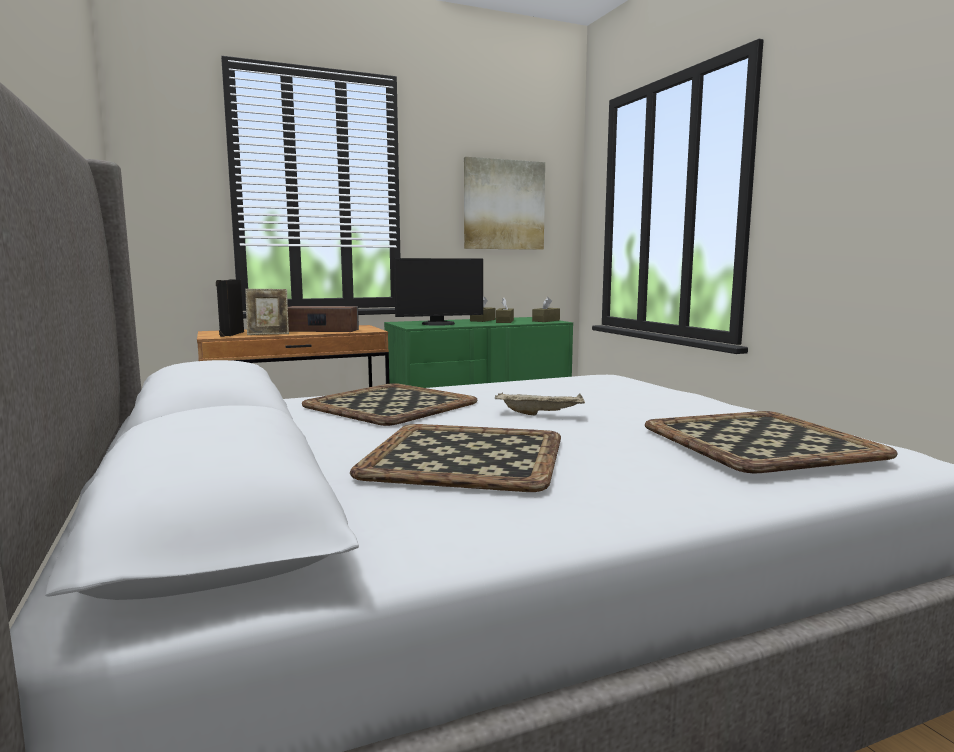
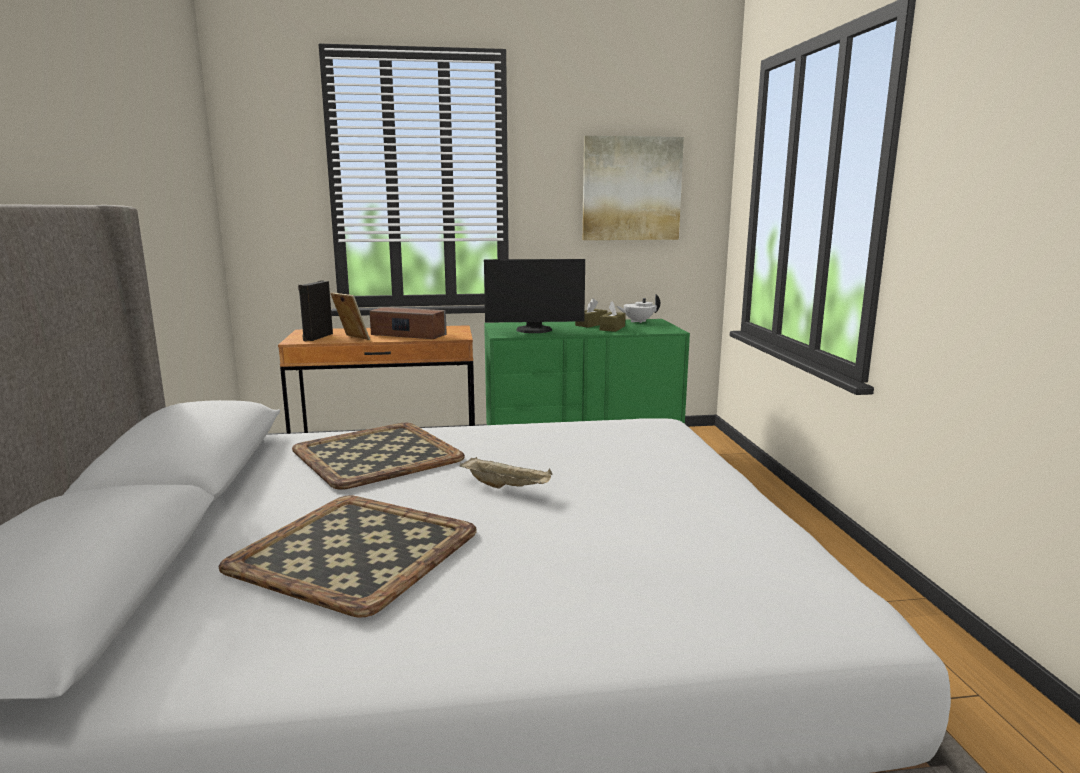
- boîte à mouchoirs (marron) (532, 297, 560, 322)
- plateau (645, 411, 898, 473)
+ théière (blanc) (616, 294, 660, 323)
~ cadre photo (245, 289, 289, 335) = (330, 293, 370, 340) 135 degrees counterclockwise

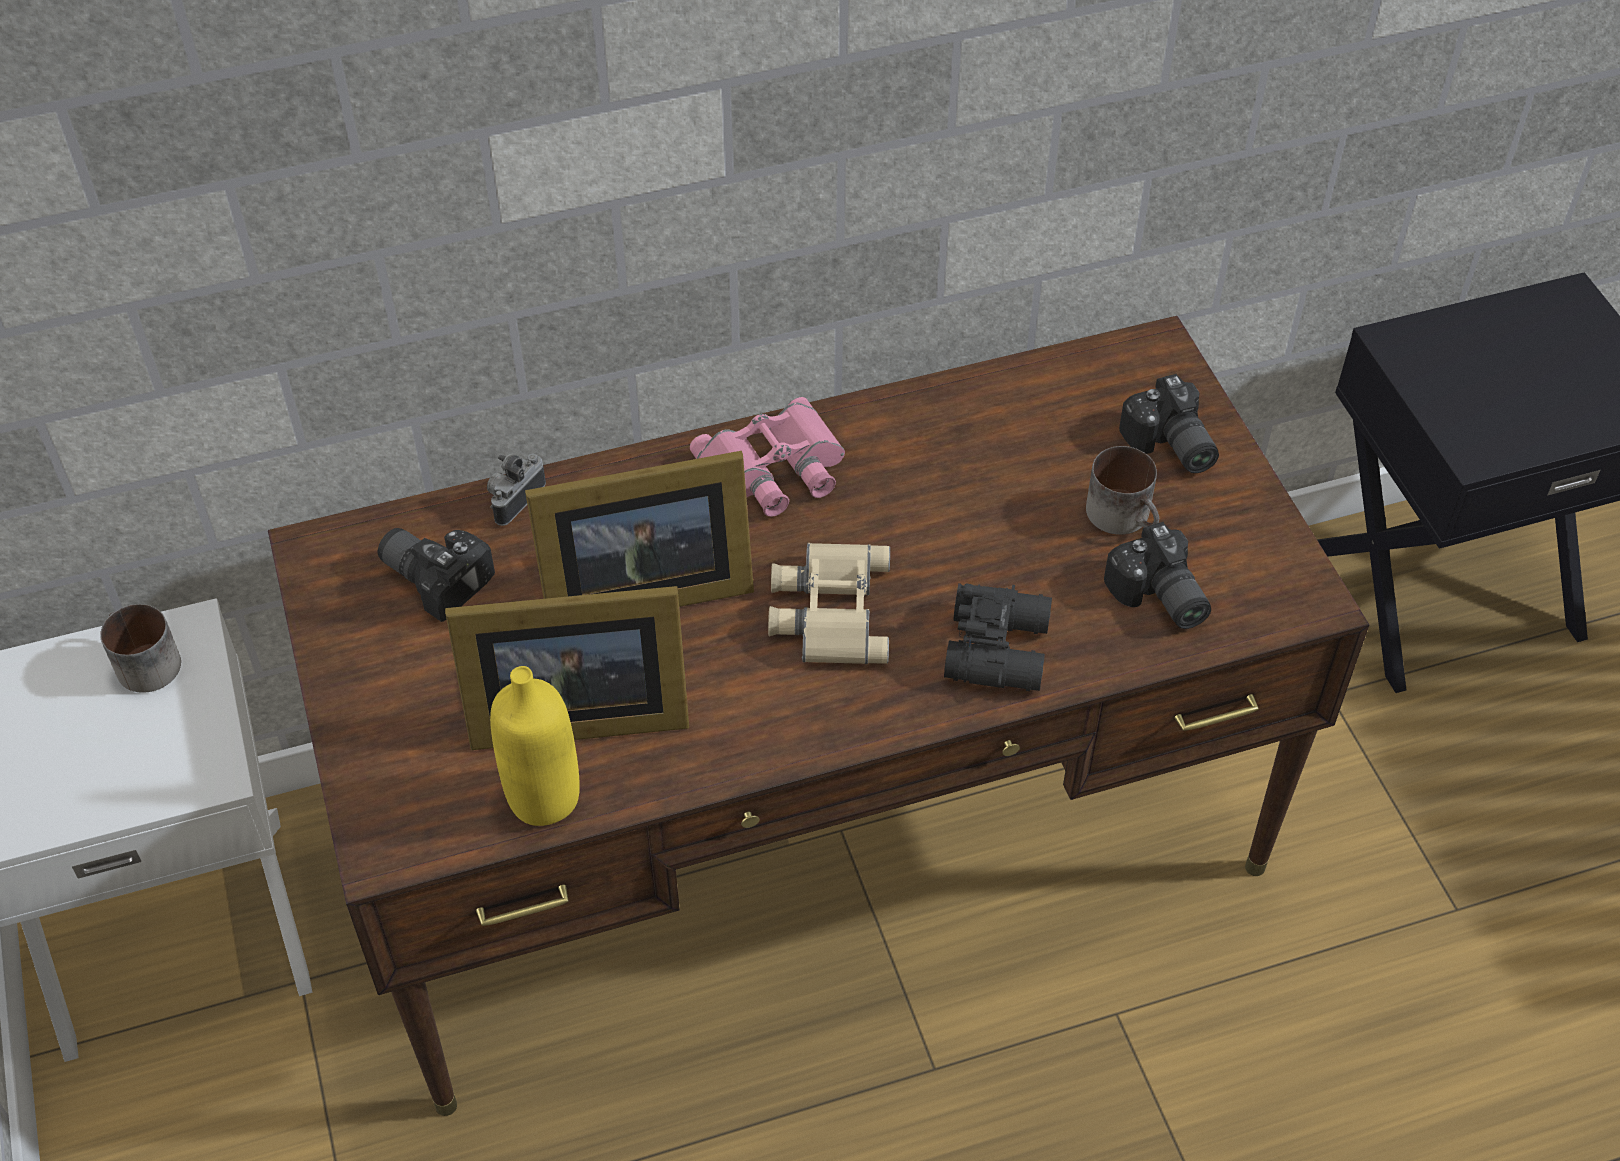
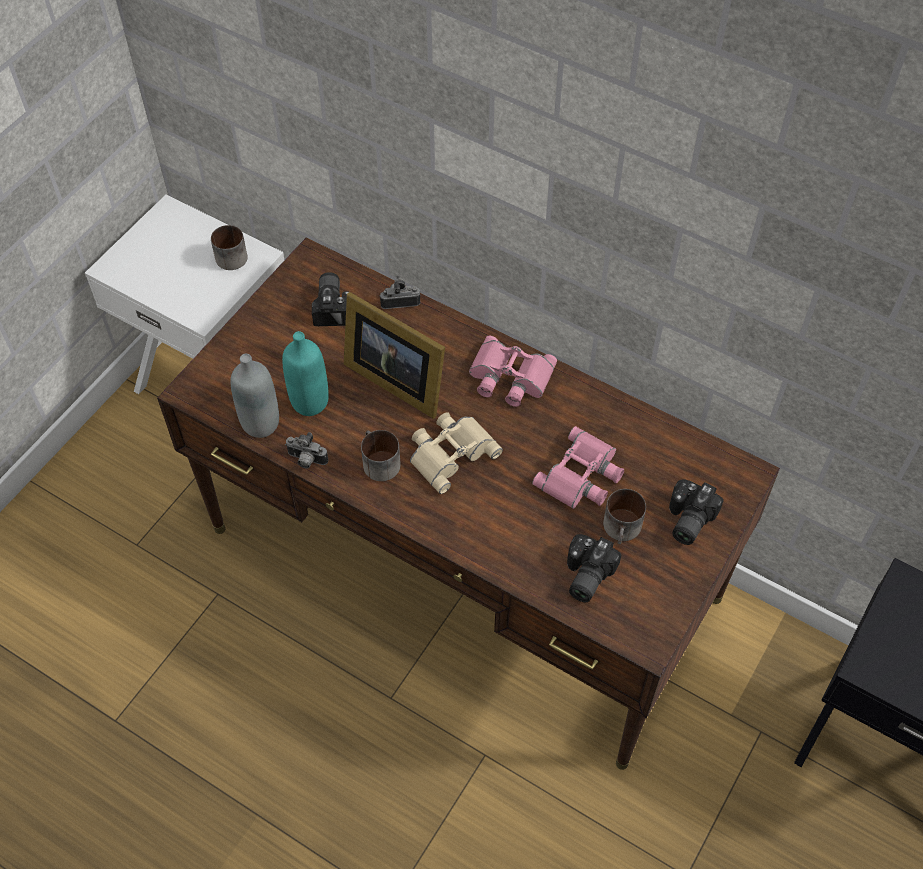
- jumelles (noir) (944, 583, 1052, 691)
+ appareil photo (285, 432, 328, 468)
+ mug (361, 430, 401, 481)
+ jumelles (rose) (532, 426, 624, 509)
~ cadre photo (445, 586, 689, 750) to bouteille (turquoise) (282, 331, 329, 416)
~ bouteille (jaune) (490, 666, 580, 826) to bouteille (gris) (231, 354, 279, 438)

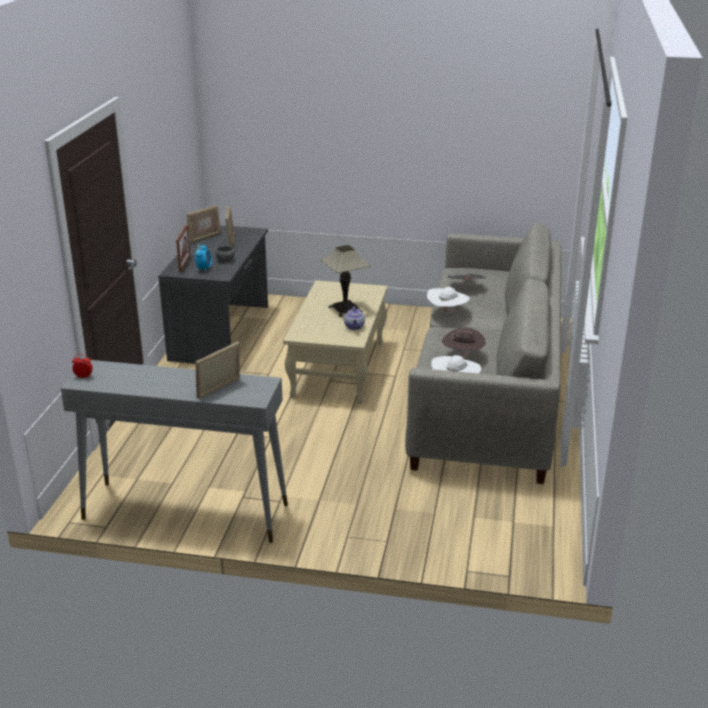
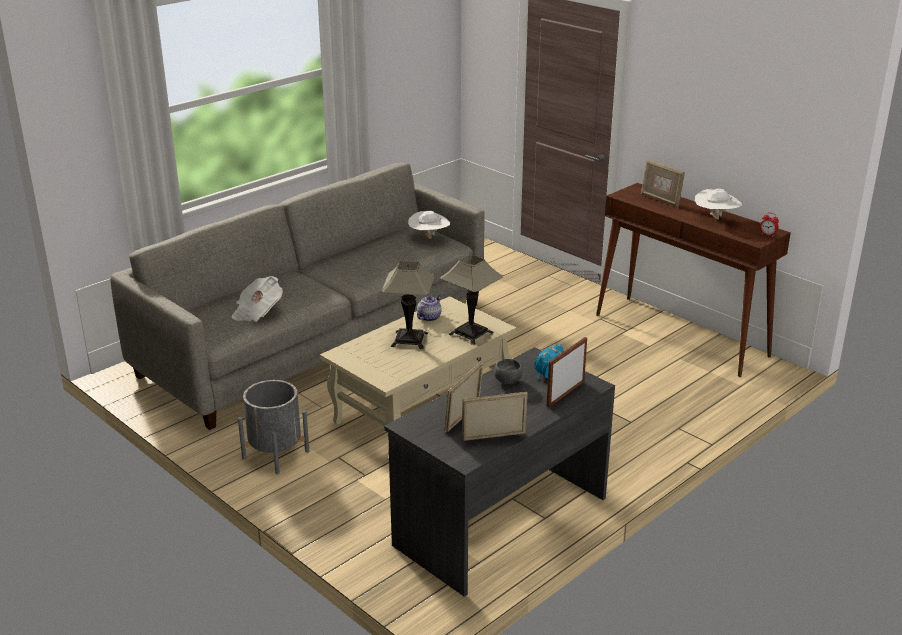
- chapeau (marron) (442, 327, 485, 358)
+ cache-pot (gris) (238, 380, 309, 475)
+ lampe de table (440, 255, 503, 345)
~ chapeau (blanc) (427, 287, 470, 316) to (695, 189, 742, 220)
~ table console (gris) (61, 360, 288, 543) to table console (marron) (596, 183, 791, 377)
~ cadre photo (195, 341, 240, 398) = (641, 159, 685, 207) 60 degrees clockwise

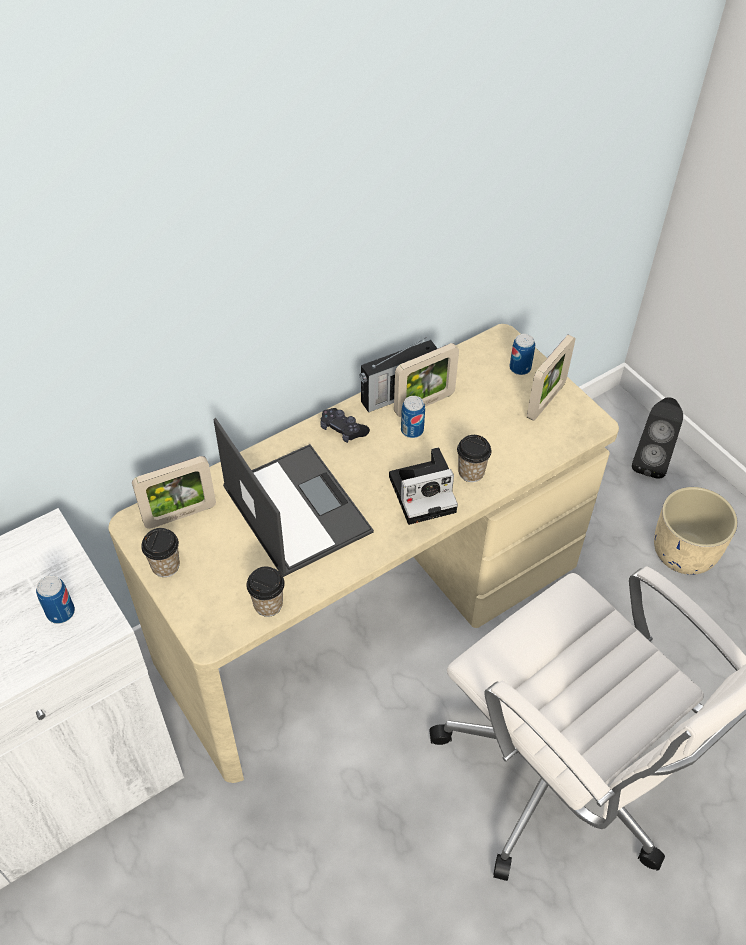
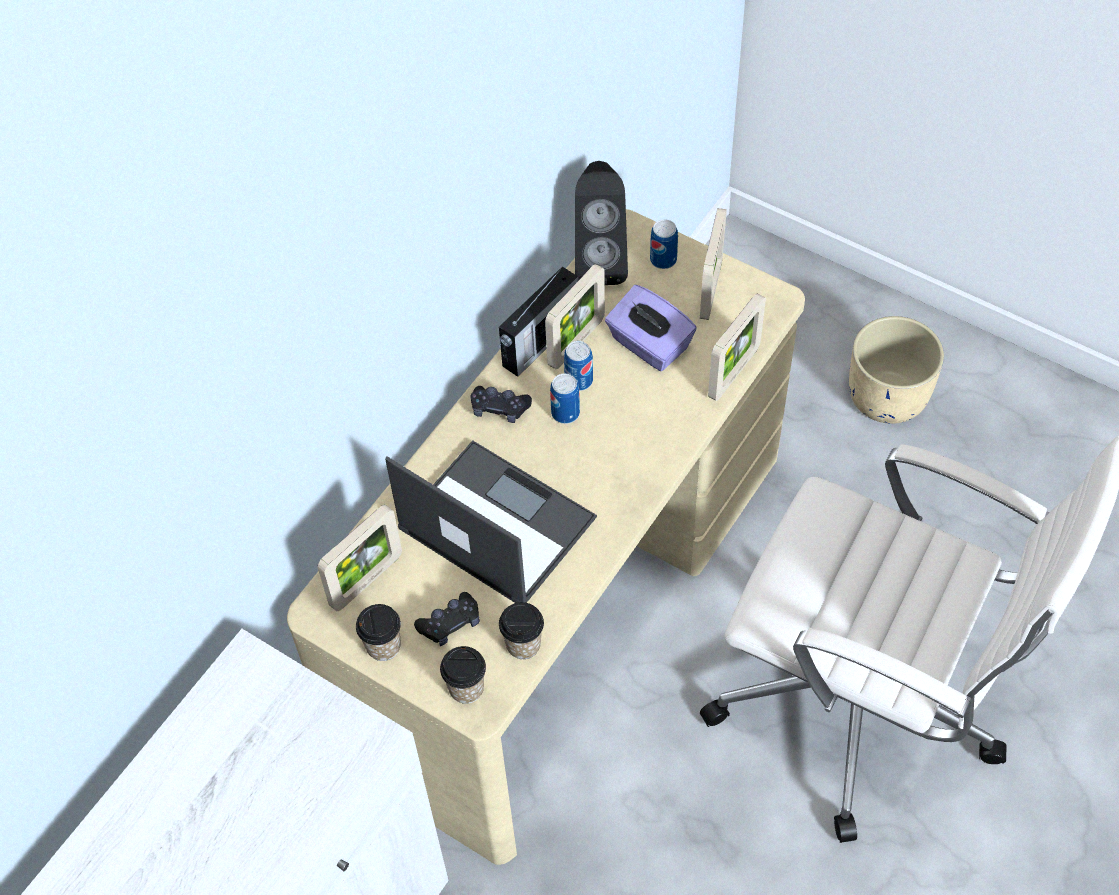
- appareil photo (389, 447, 458, 525)
+ manette (noir) (414, 592, 480, 646)
+ boîte à mouchoirs (violet) (605, 285, 697, 371)
+ cadre photo (708, 293, 766, 401)
~ boîte métallique (36, 575, 75, 624) to (550, 374, 580, 424)
~ tasse (457, 435, 491, 482) to (440, 646, 486, 704)
~ enceinte (noir) (632, 397, 683, 479) to (575, 161, 628, 285)

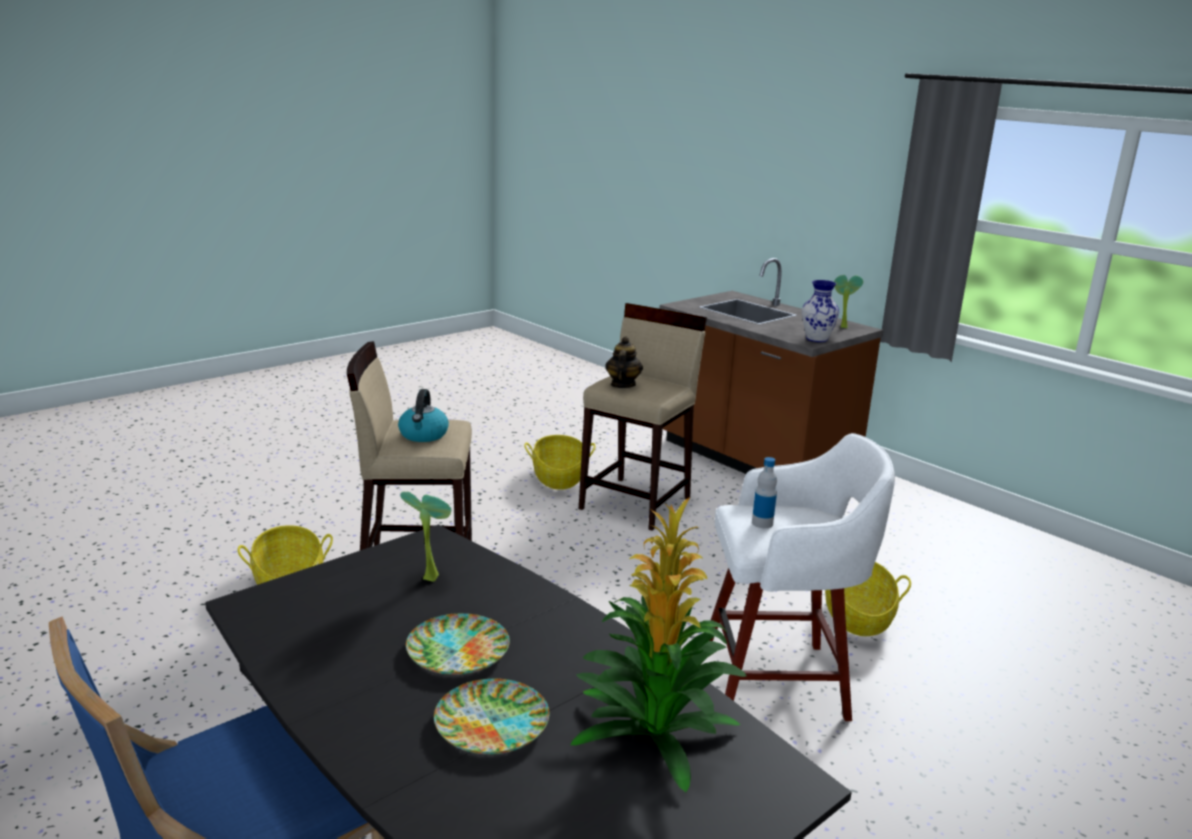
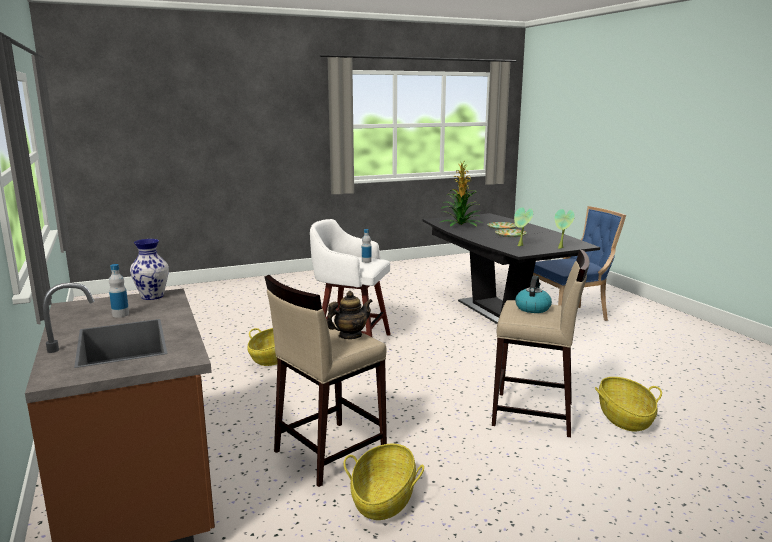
+ bouteille (109, 264, 129, 318)
~ plante en pot (834, 275, 863, 328) to (554, 209, 575, 249)
~ théière (605, 337, 643, 388) = (327, 291, 373, 339) 150 degrees counterclockwise

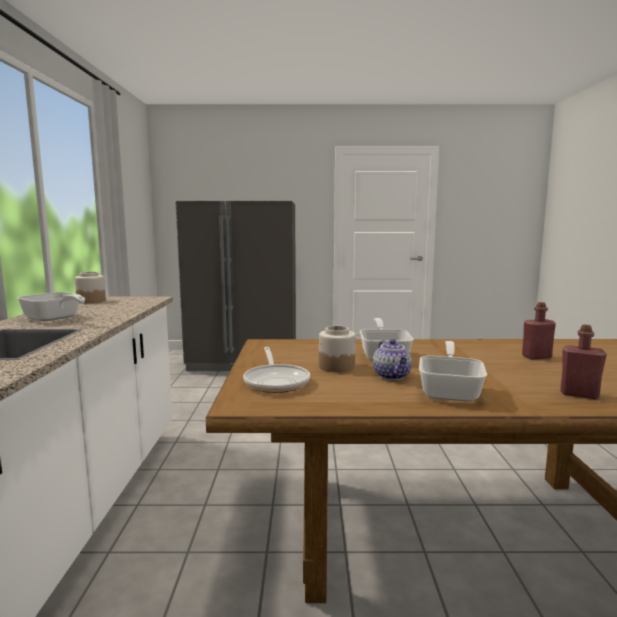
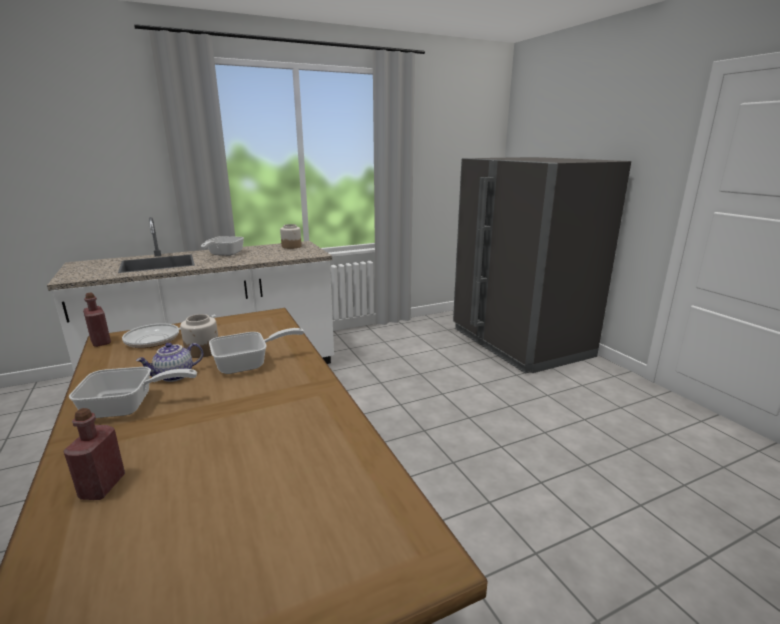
~ bouteille (rouge) (522, 302, 556, 359) to (83, 292, 111, 347)

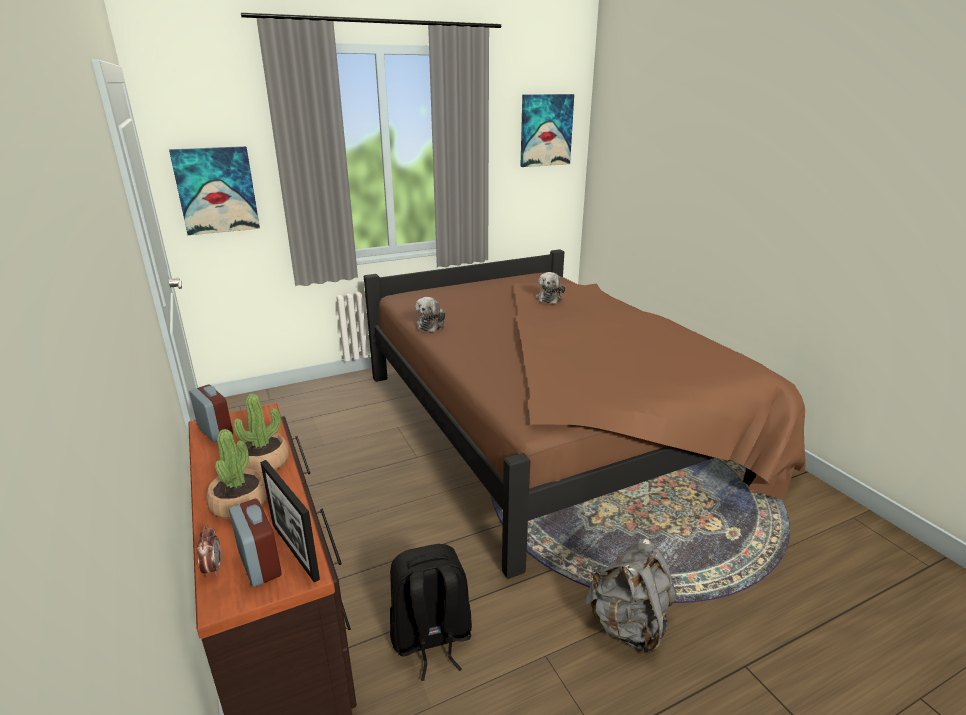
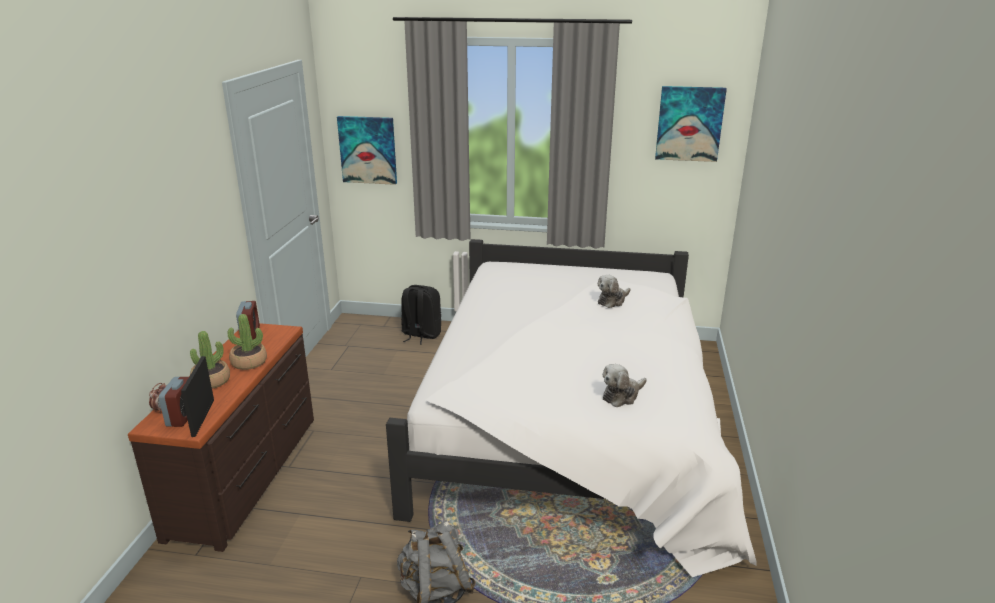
~ sac à dos (noir) (390, 544, 472, 681) to (401, 285, 442, 345)
~ peluche (416, 297, 446, 332) to (603, 364, 647, 407)
~ lit (marron) (364, 249, 806, 579) to lit (blanc) (386, 239, 757, 577)

